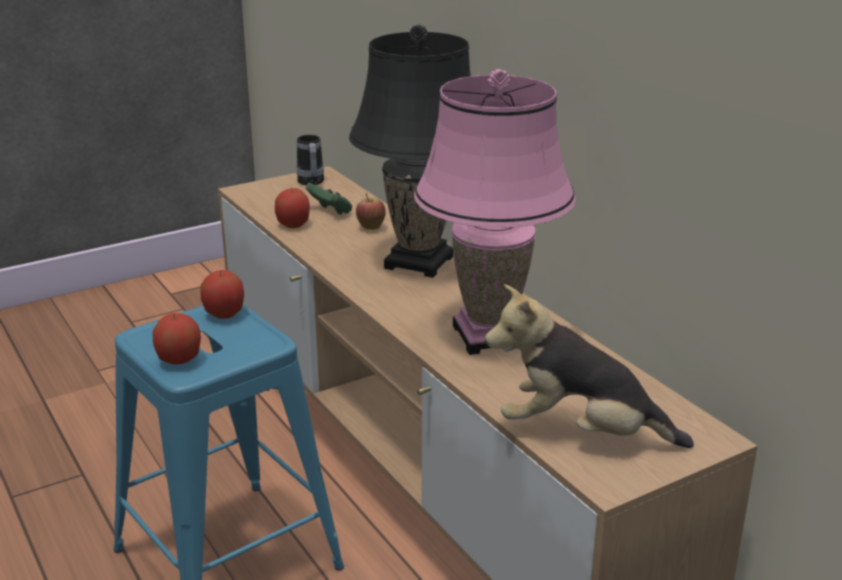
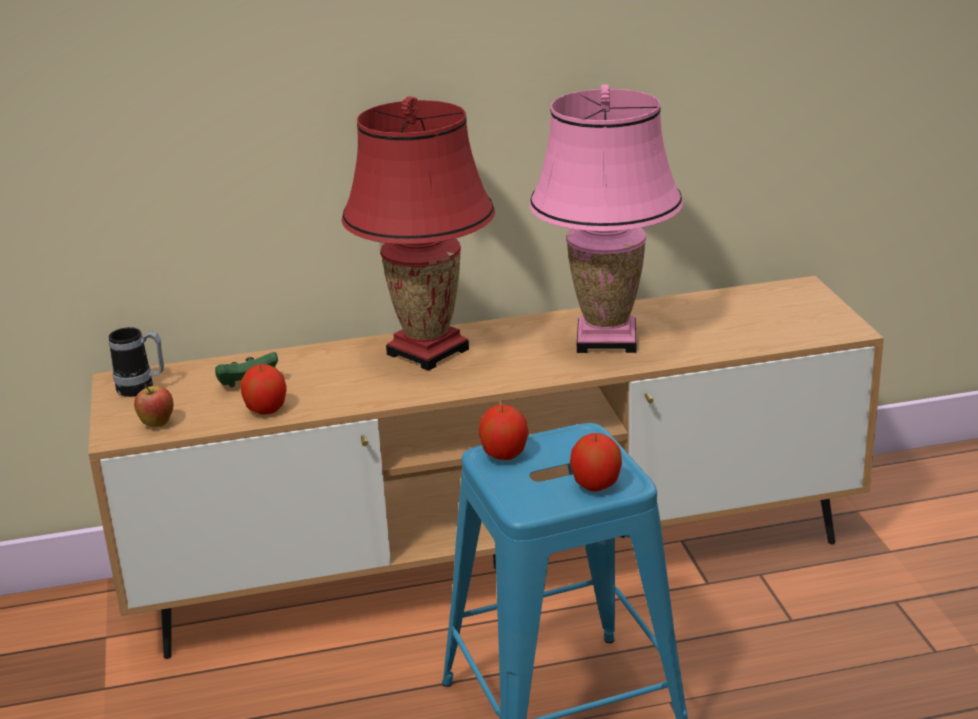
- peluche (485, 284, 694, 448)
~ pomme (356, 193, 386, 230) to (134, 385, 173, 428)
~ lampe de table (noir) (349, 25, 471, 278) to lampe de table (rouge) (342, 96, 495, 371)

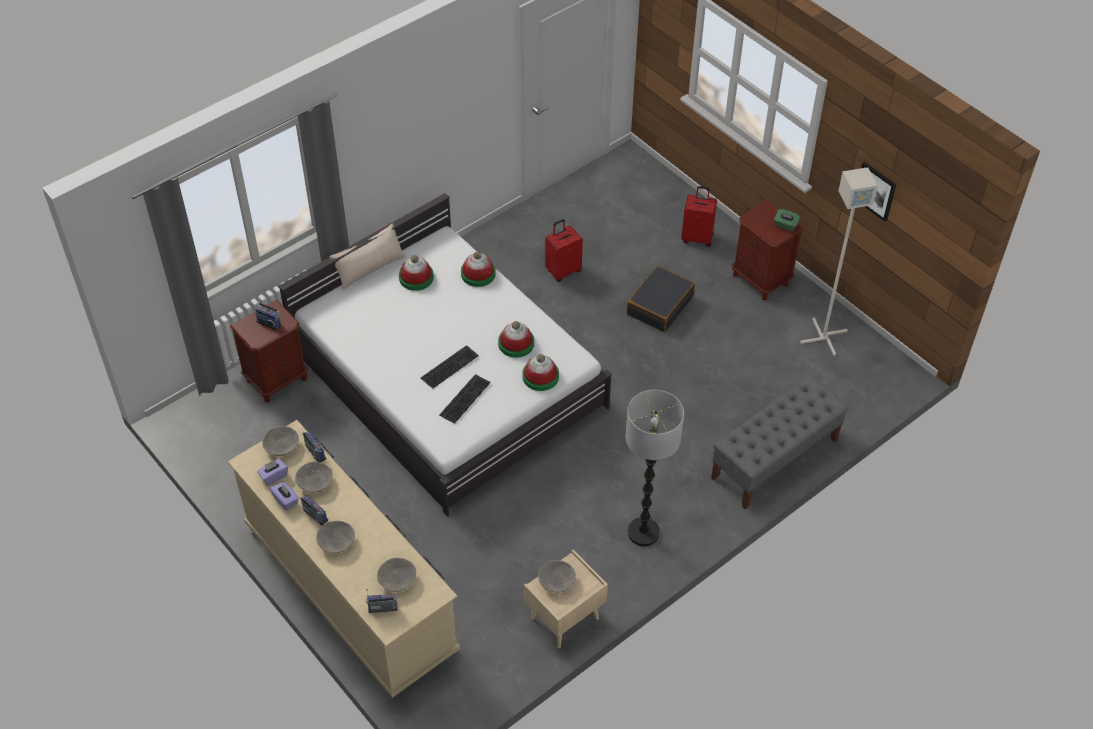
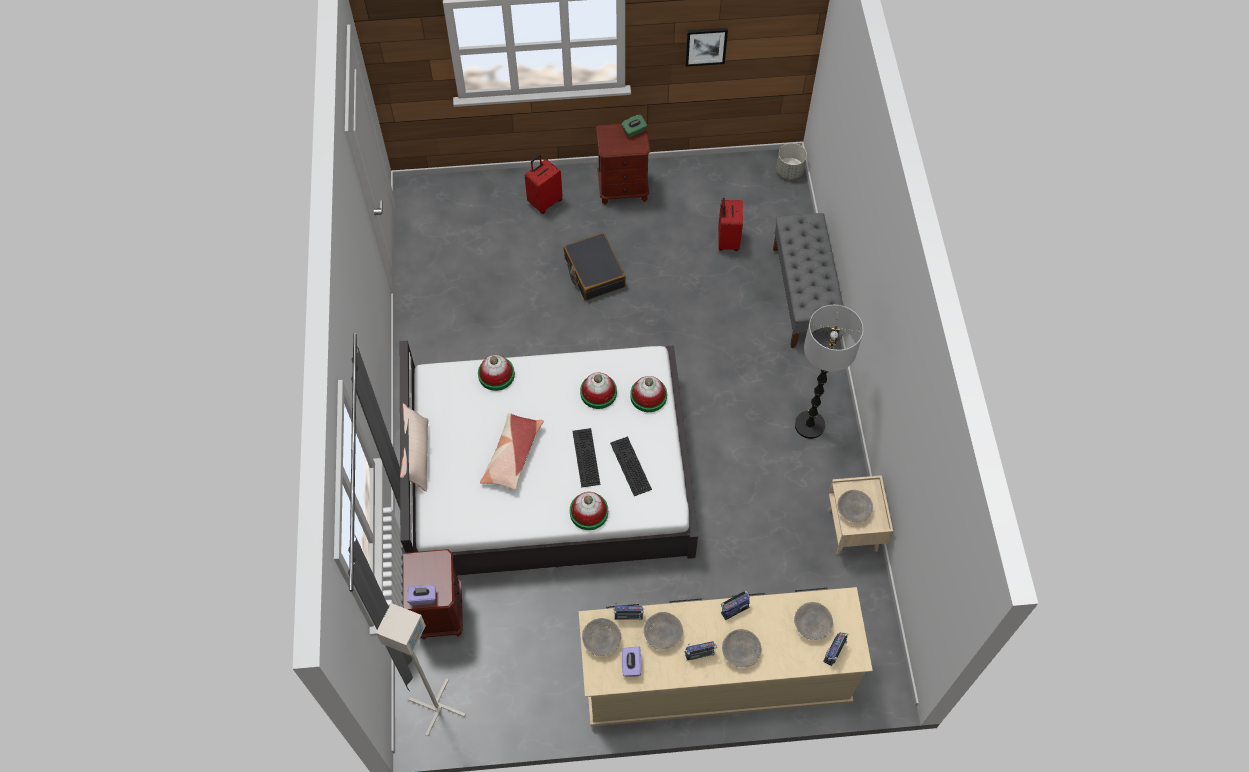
+ coussin (480, 413, 544, 490)
+ cache-pot (gris) (776, 143, 807, 179)
~ radio (255, 302, 281, 330) to (721, 591, 750, 620)
~ boîte à mouchoirs (violet) (270, 482, 299, 511) to (407, 585, 436, 605)
~ chapeau (399, 255, 434, 291) to (570, 492, 608, 530)
~ valise (rouge) (545, 219, 583, 282) to (718, 198, 743, 251)
~ lampadaire (gris) (800, 167, 878, 356) to (376, 603, 466, 736)

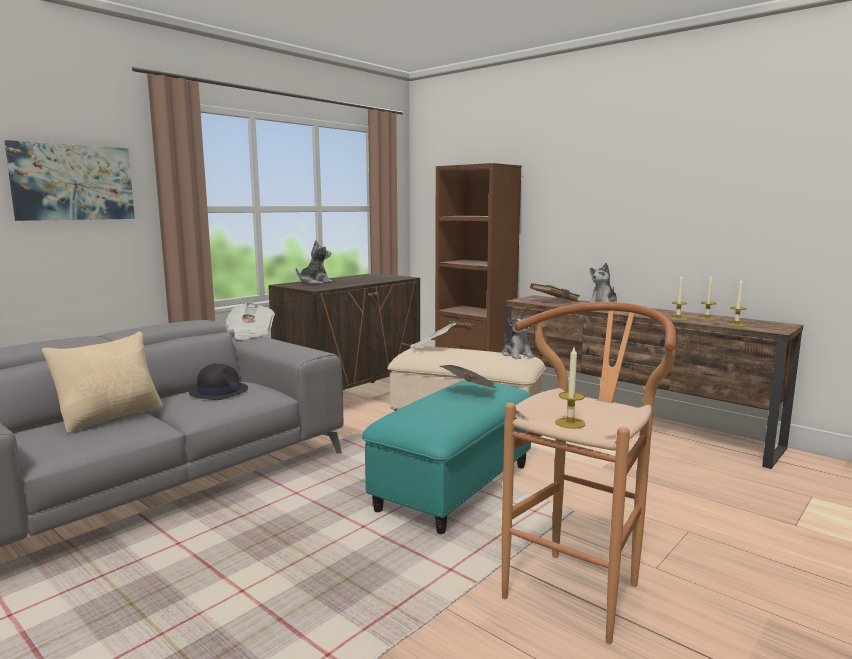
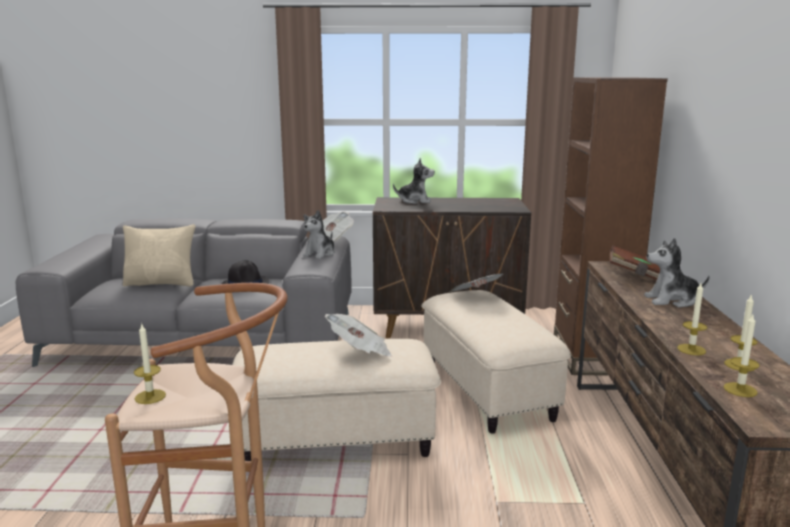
- tableau (4, 140, 135, 221)
~ peluche (502, 311, 534, 359) to (303, 210, 335, 259)
~ pouf (turquoise) (362, 380, 531, 534) to pouf (beige) (232, 339, 441, 461)

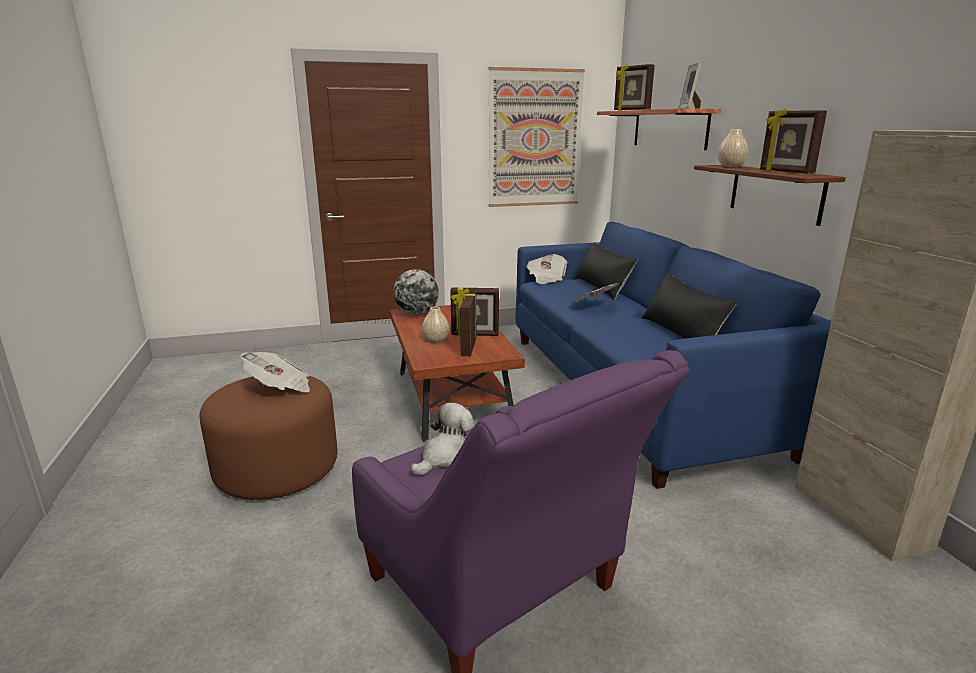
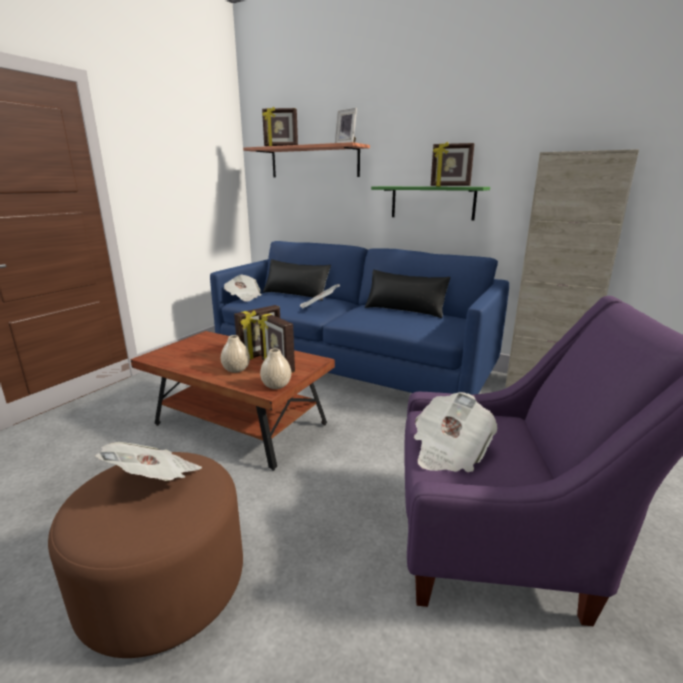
- globe (393, 269, 439, 315)
- tableau (489, 67, 585, 207)
~ vase (beige) (718, 129, 748, 167) to (260, 348, 291, 389)
~ peluche (411, 403, 474, 475) to journal (414, 392, 497, 472)
~ étagère (marron) (694, 165, 846, 226) to étagère (vert) (371, 186, 490, 221)

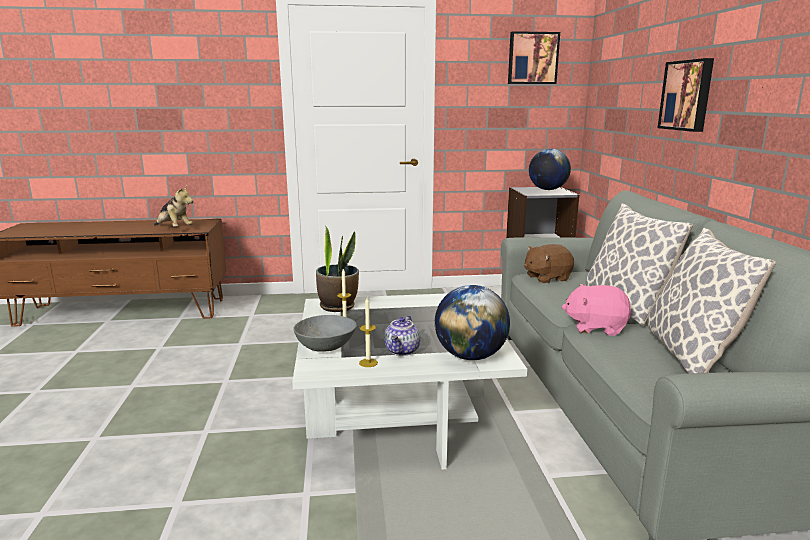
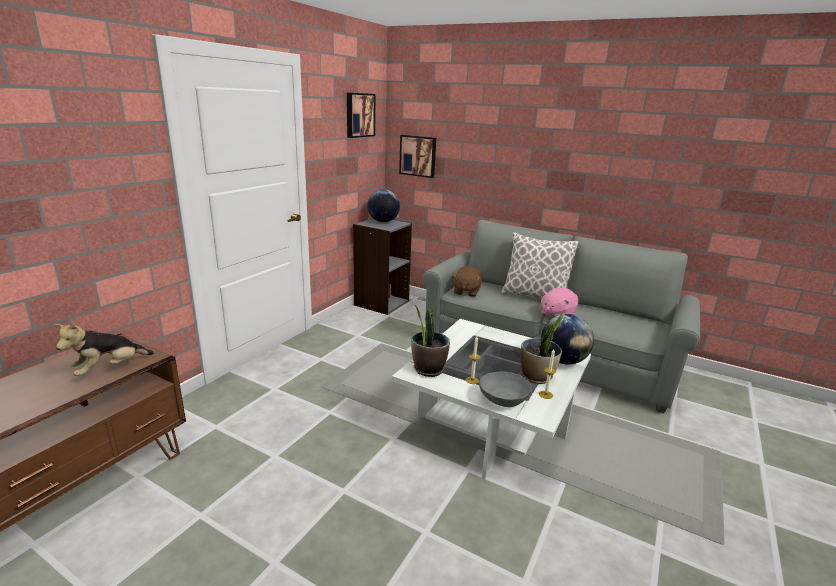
- coussin (647, 228, 776, 373)
~ tableau (658, 58, 714, 132) to (399, 135, 436, 178)
~ théière (384, 315, 421, 356) to plante en pot (521, 313, 565, 384)
~ peluche (154, 185, 194, 227) = (54, 324, 154, 376) 150 degrees clockwise

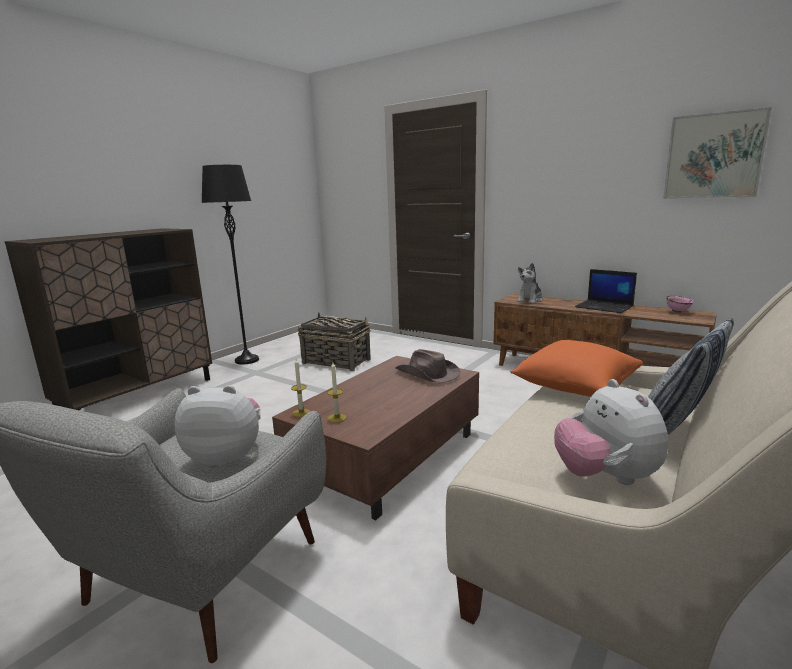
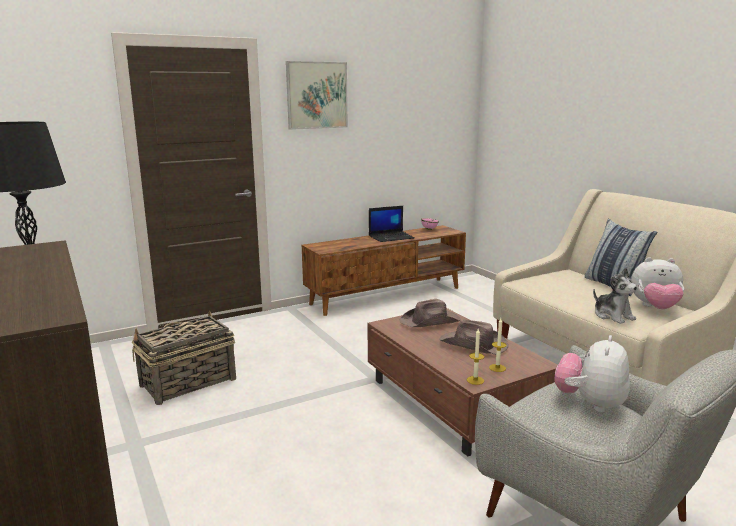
- coussin (orange) (510, 340, 643, 397)
+ chapeau (marron) (440, 320, 508, 355)
~ peluche (517, 263, 543, 304) to (593, 268, 637, 324)
~ tableau (663, 107, 772, 199) to (286, 61, 348, 130)

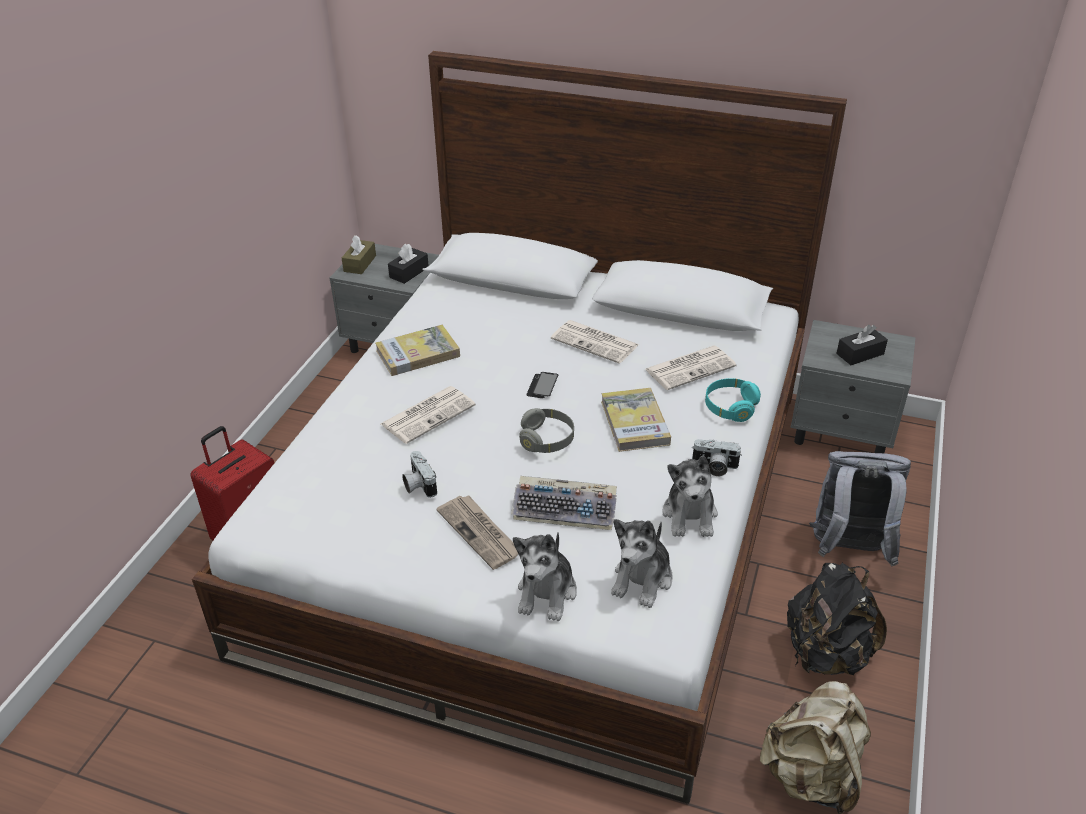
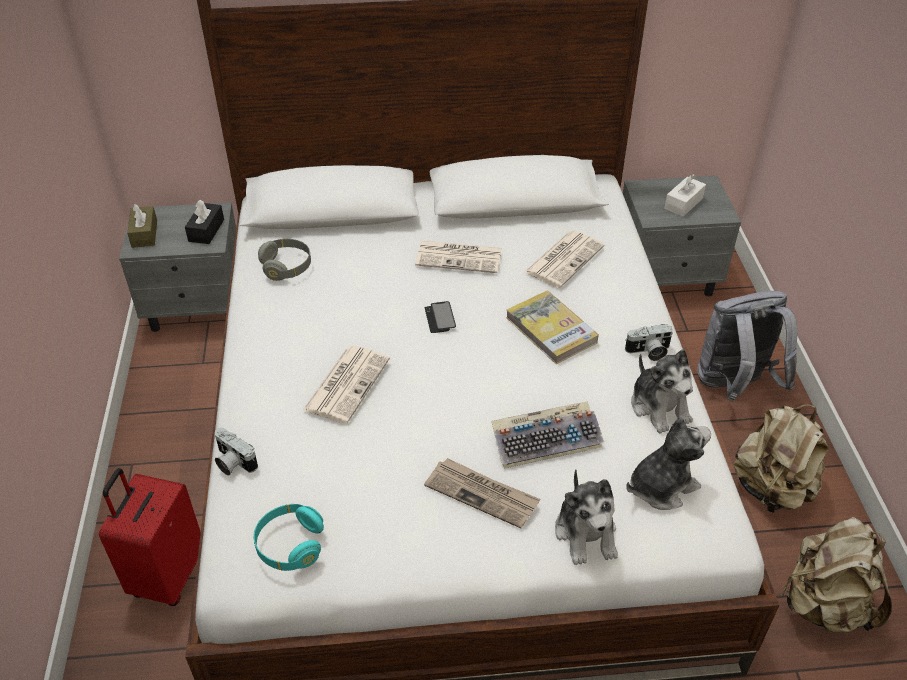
- livre (375, 325, 460, 376)
~ appareil photo (402, 451, 437, 498) to (215, 428, 258, 476)
~ casque audio (gris) (519, 408, 574, 453) to (258, 239, 311, 281)
~ casque audio (turquoise) (705, 378, 761, 422) to (254, 504, 324, 571)
~ sac à dos (noir) (787, 563, 887, 675) to sac à dos (beige) (734, 404, 829, 513)
~ boîte à mouchoirs (noir) (836, 325, 888, 365) to boîte à mouchoirs (blanc) (664, 174, 706, 217)
~ peluche (611, 519, 673, 608) = (626, 417, 711, 510) 120 degrees counterclockwise

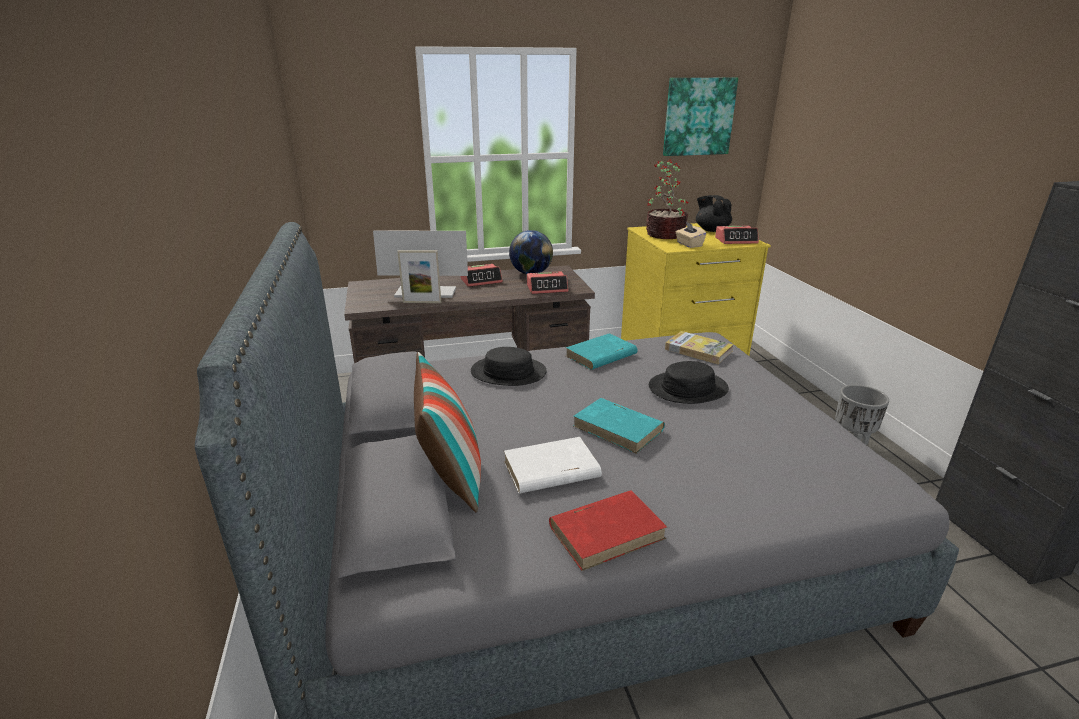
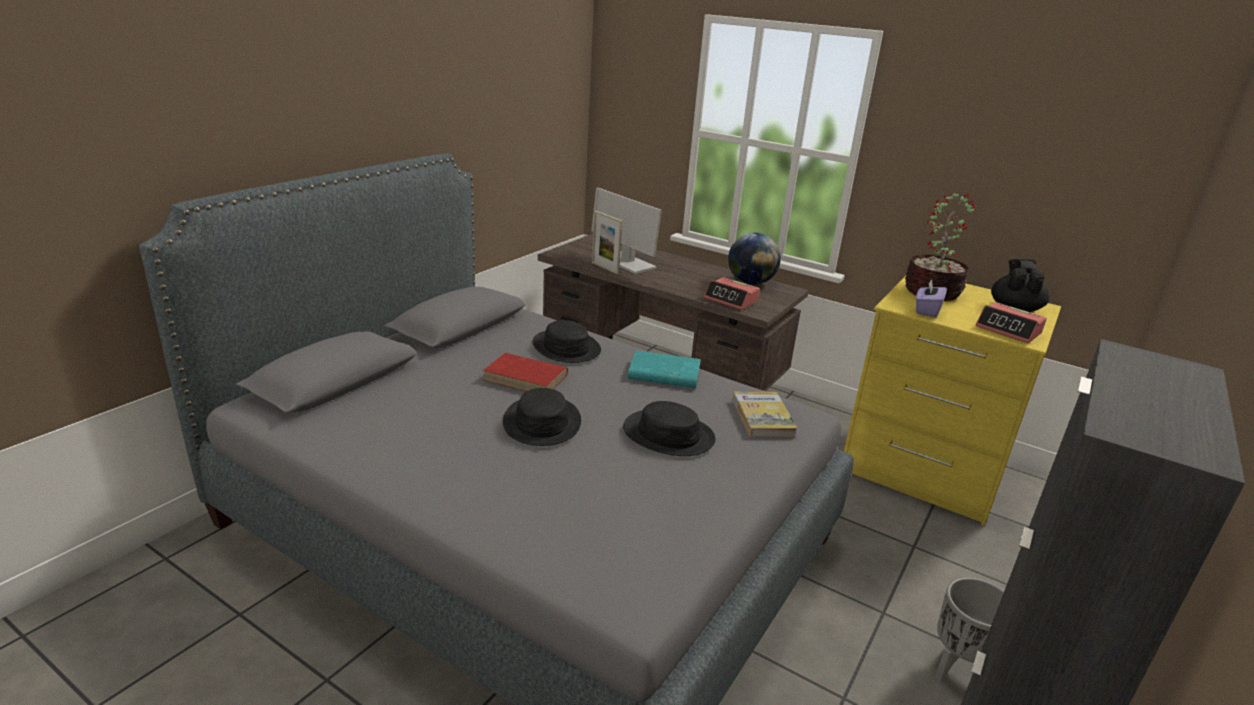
- coussin (414, 352, 481, 512)
- réveil (460, 264, 503, 287)
- livre (blanc) (504, 437, 602, 494)
- tableau (663, 78, 738, 156)
~ livre (rouge) (549, 491, 667, 571) to (483, 353, 568, 392)
~ livre (turquoise) (573, 398, 665, 454) to chapeau (noir) (503, 388, 581, 446)
~ boîte à mouchoirs (beige) (676, 222, 706, 248) to boîte à mouchoirs (violet) (916, 279, 947, 317)

